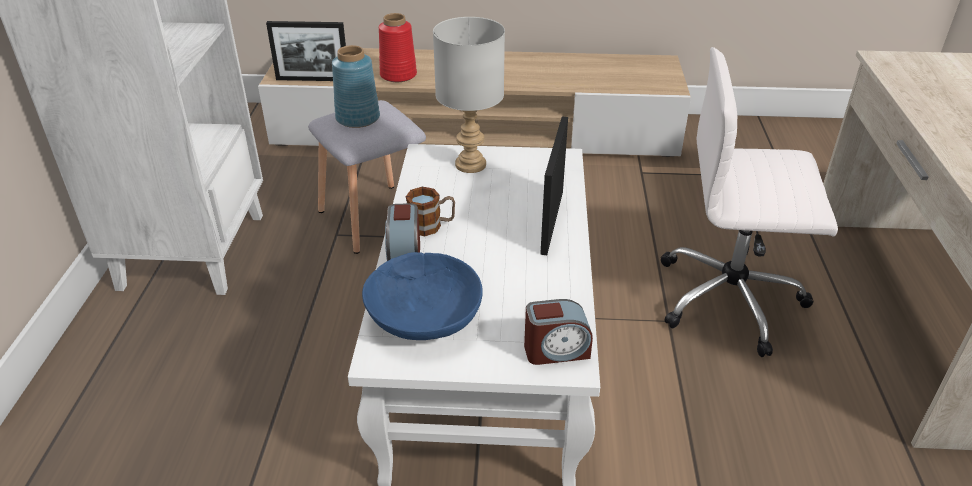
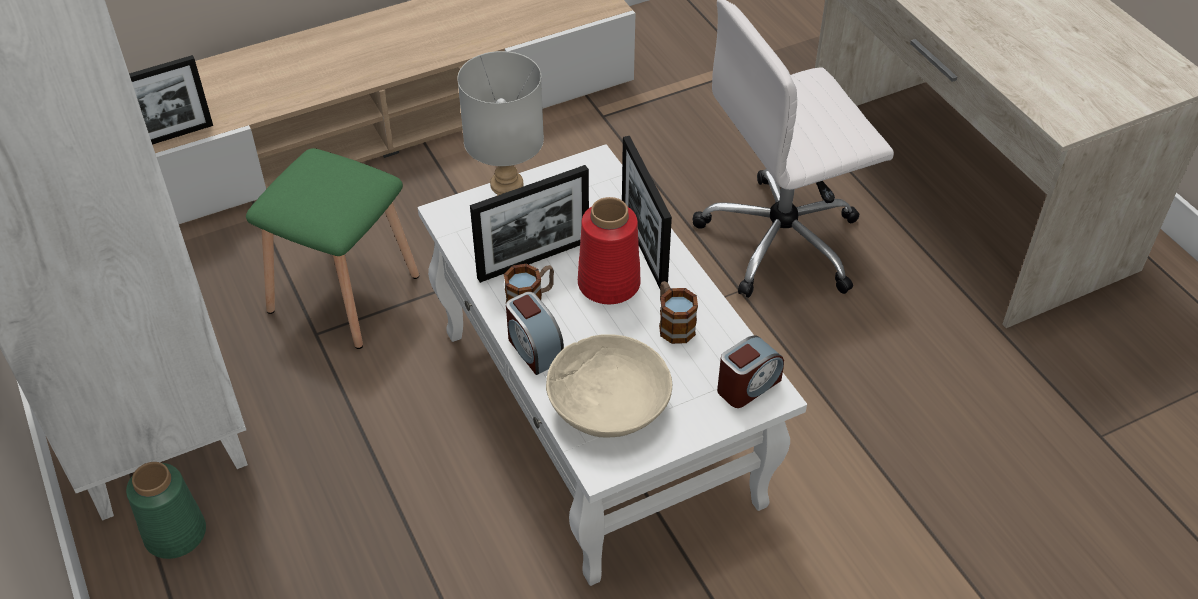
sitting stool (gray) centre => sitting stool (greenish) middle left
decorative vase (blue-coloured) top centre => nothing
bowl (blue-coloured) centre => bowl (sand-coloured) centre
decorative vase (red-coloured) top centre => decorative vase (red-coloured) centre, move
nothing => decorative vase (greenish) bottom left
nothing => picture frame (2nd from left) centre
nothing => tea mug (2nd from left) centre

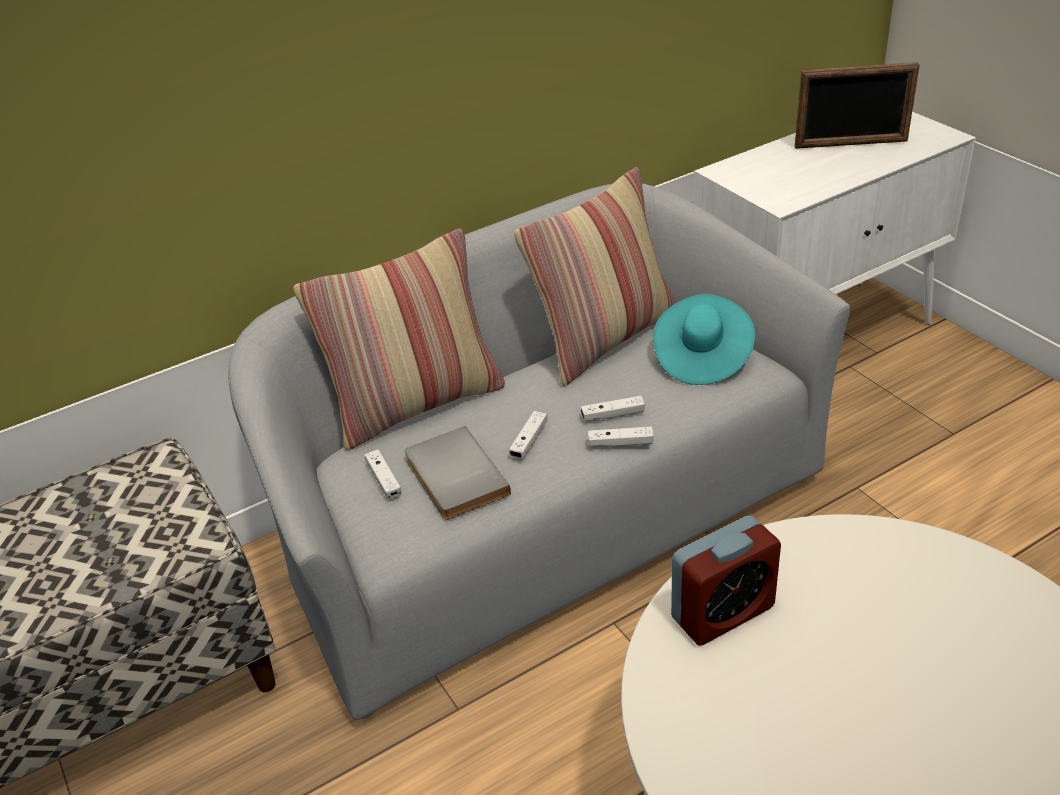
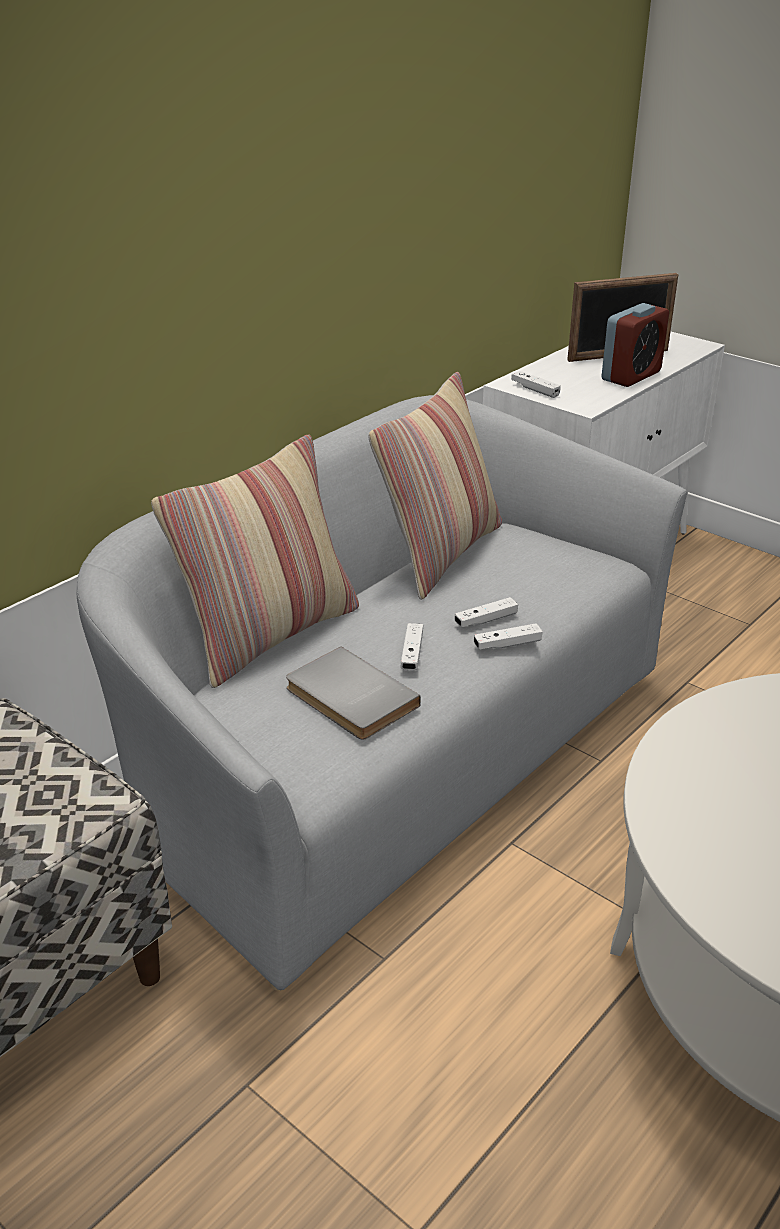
game controller (whitish) (1st from left in the first image) centre => game controller (whitish) (4th from left) top right, move
hat (blue-green) centre => nothing
bedside clock bottom right => bedside clock top right, move

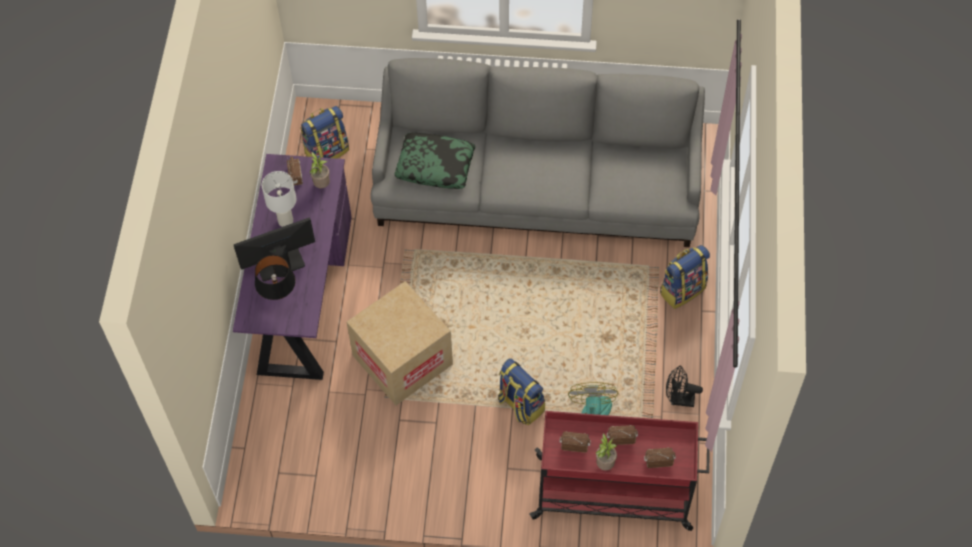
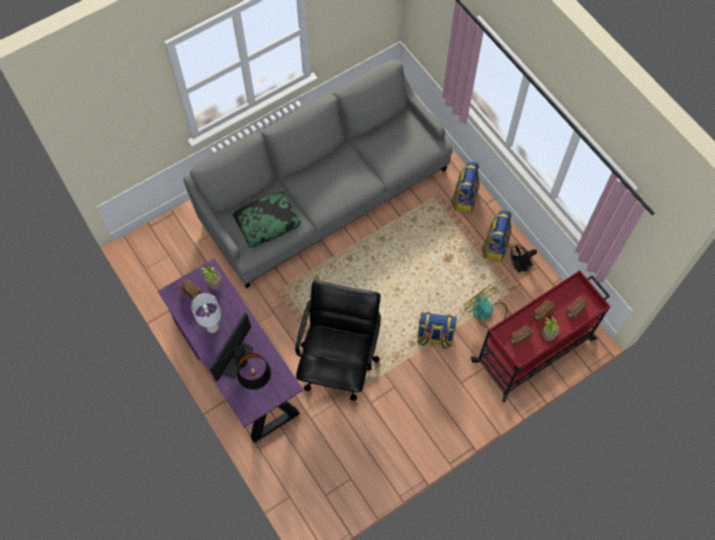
rucksack (1st from left in the first image) top centre => rucksack (3rd from left) middle right, move
carton centre => computer chair (black-coloured) centre

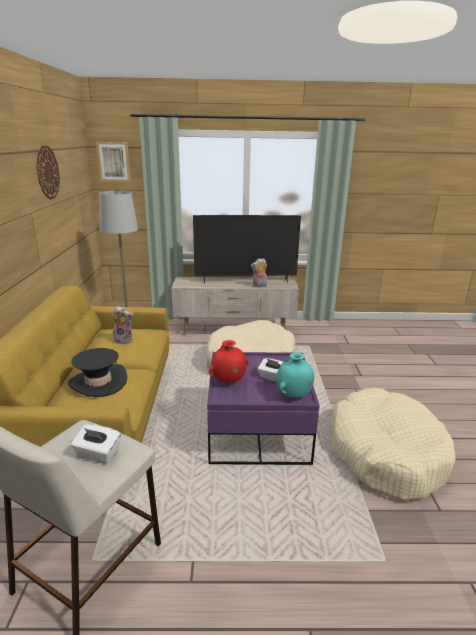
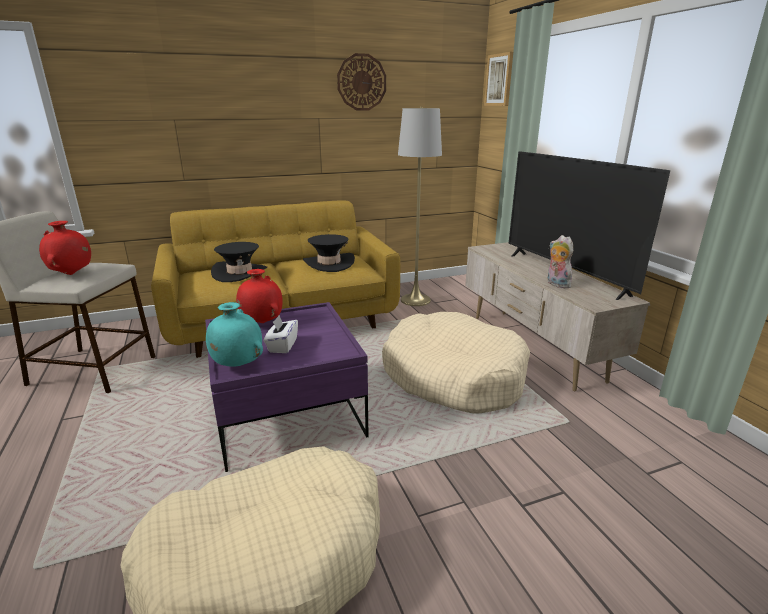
box of tissues (whitish) (1st from left) bottom left => decorative vase (red-coloured) (1st from left) middle left
cuddly toy (1st from left) middle left => hat (black-coloured) (2nd from left) centre

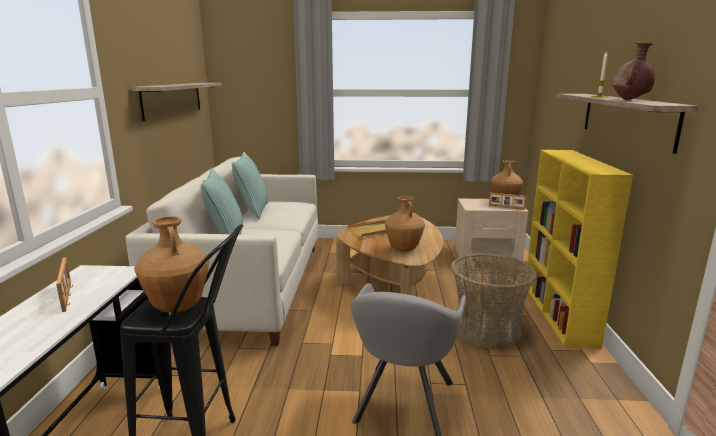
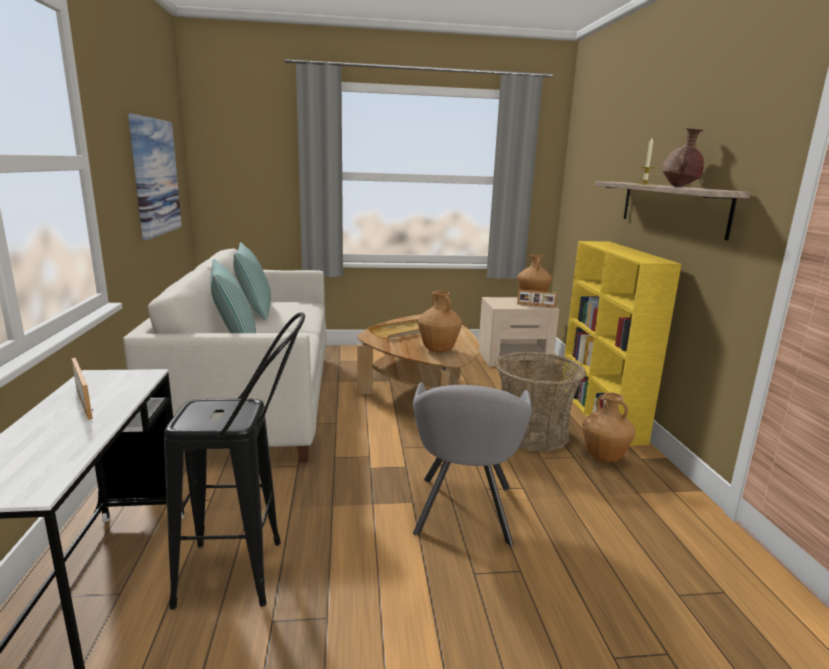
shelf (1st from left) top left => wall art top left
decorative vase (brownish) (1st from left in the first image) middle left => decorative vase (brownish) (3rd from left) middle right, move

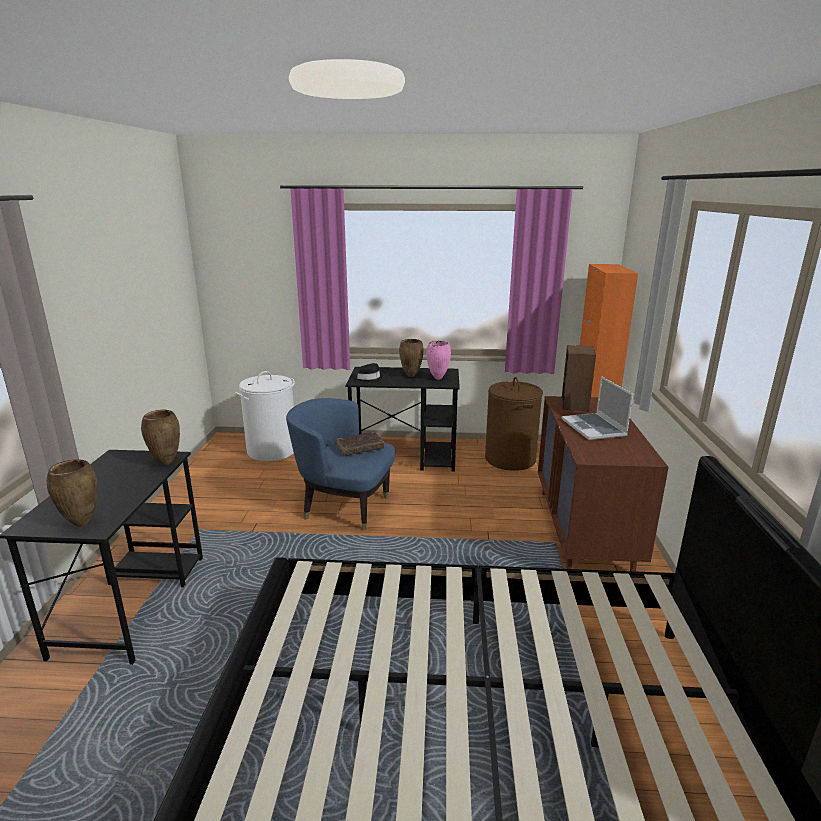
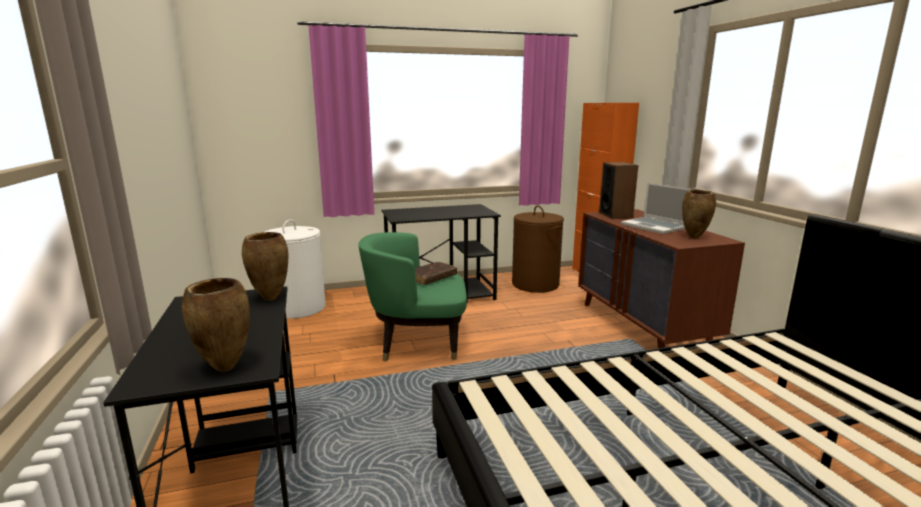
lounge chair (blue-coloured) centre => lounge chair (greenish) centre
hat (black-coloured) centre => nothing
decorative vase (brownish) (3rd from left) centre => decorative vase (brownish) (3rd from left) middle right, move
decorative vase (pinkish) centre => nothing

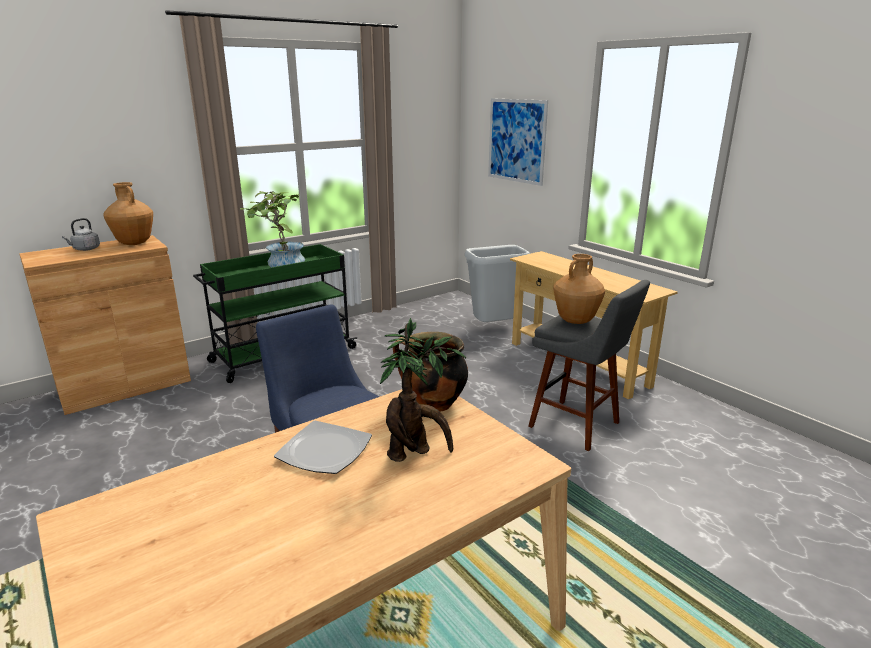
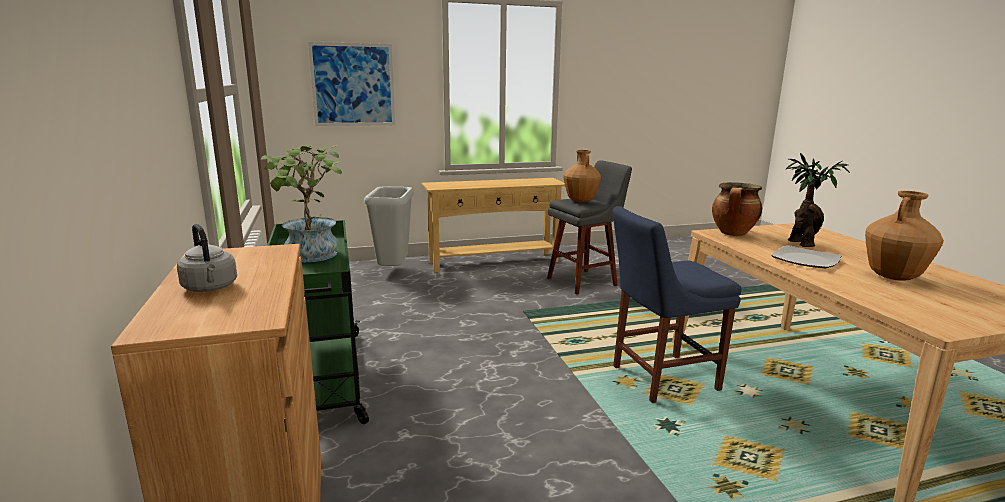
decorative vase (brownish) (1st from left in the first image) top left => decorative vase (brownish) (2nd from left) middle right, move

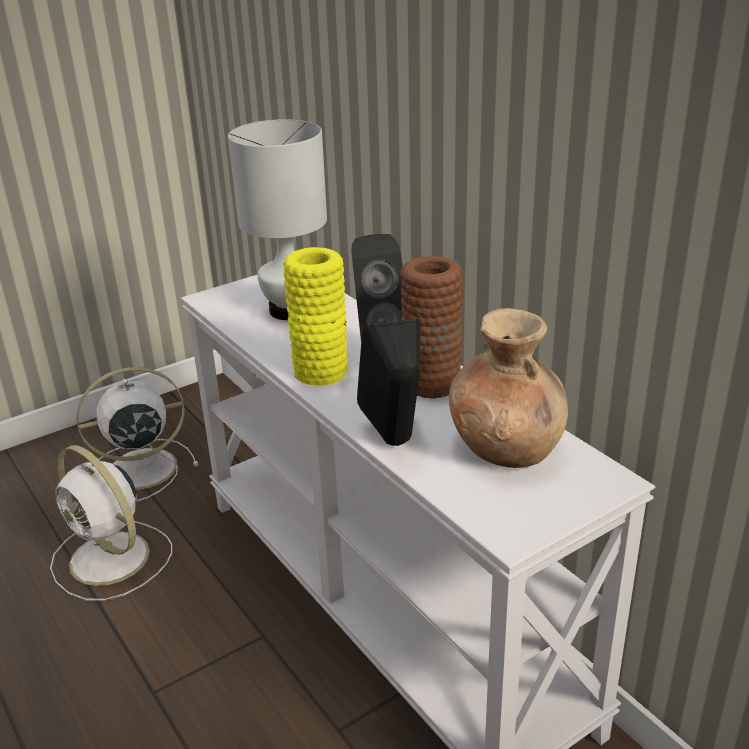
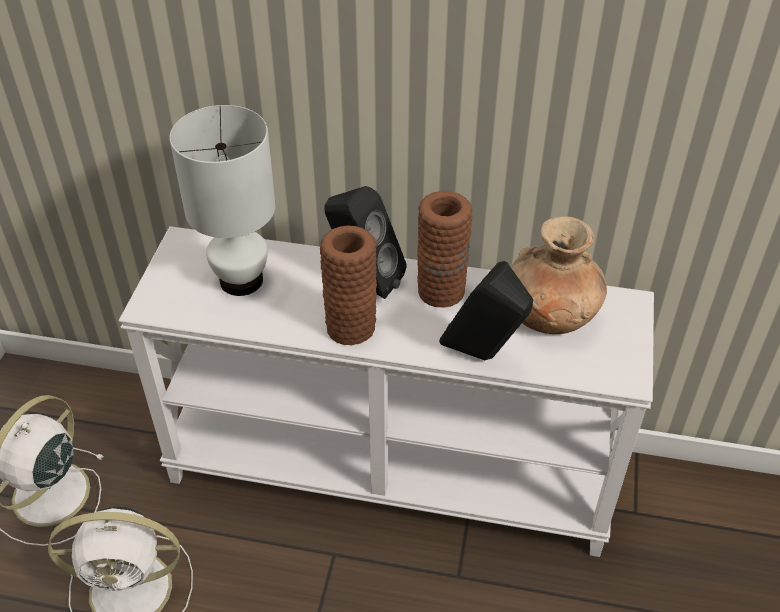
decorative vase (yellow) centre => decorative vase (brownish) (1st from left) centre

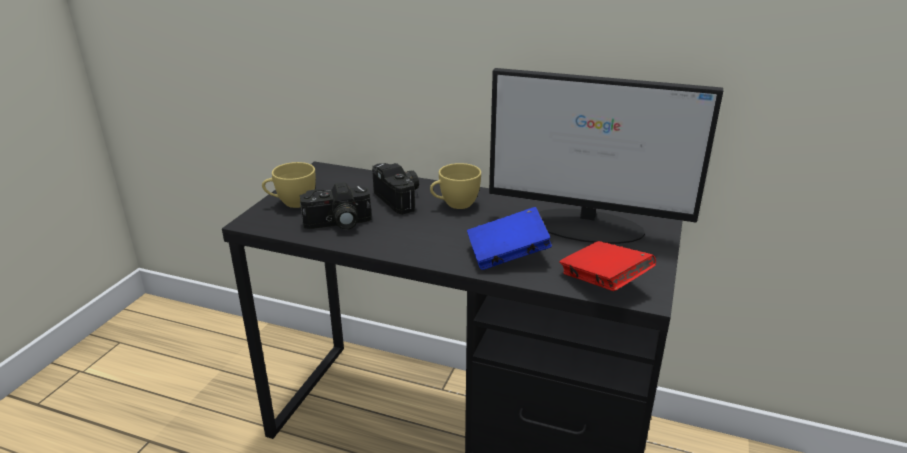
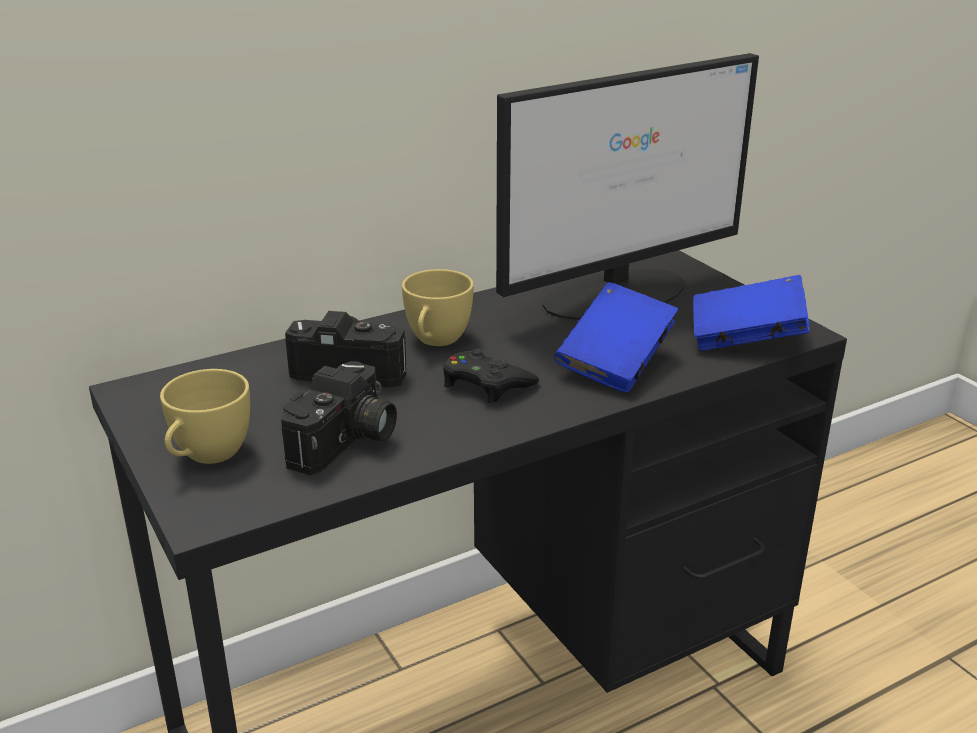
book (red-coloured) middle right => book (blue-coloured) (2nd from left) middle right
nothing => game controller (black-coloured) centre

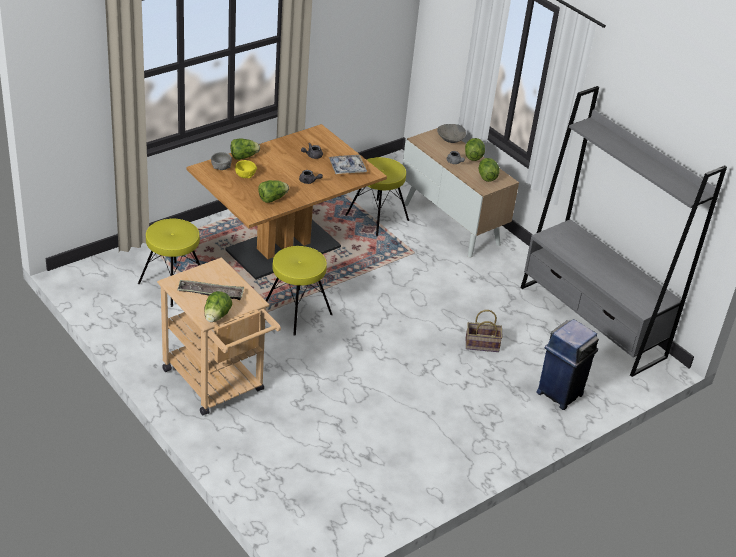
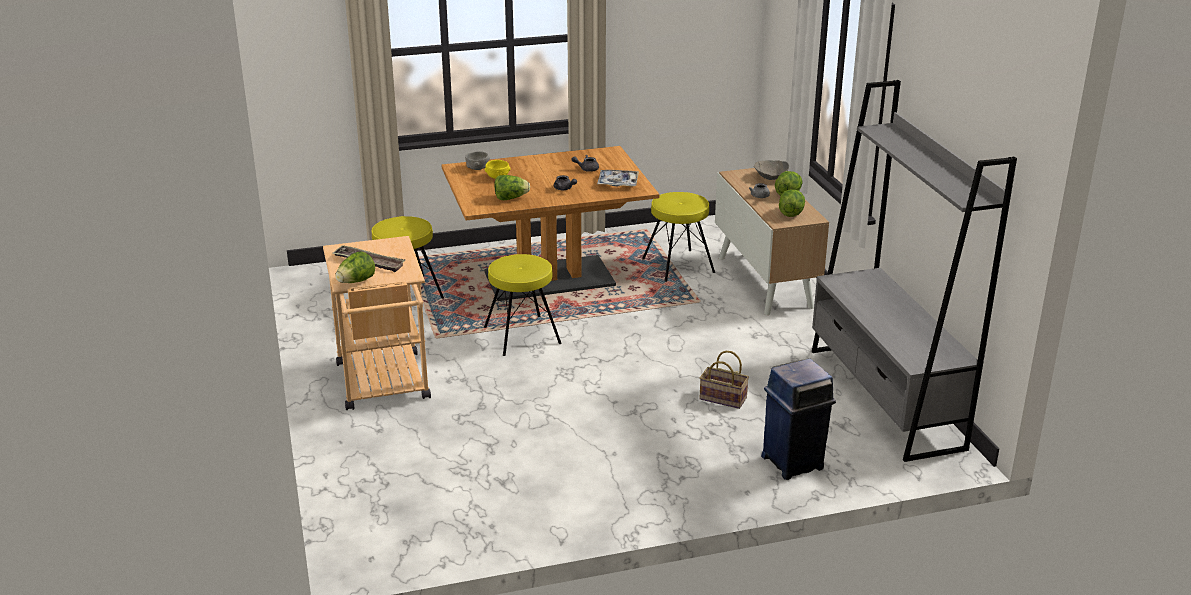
lettuce (2nd from left) top left => nothing

